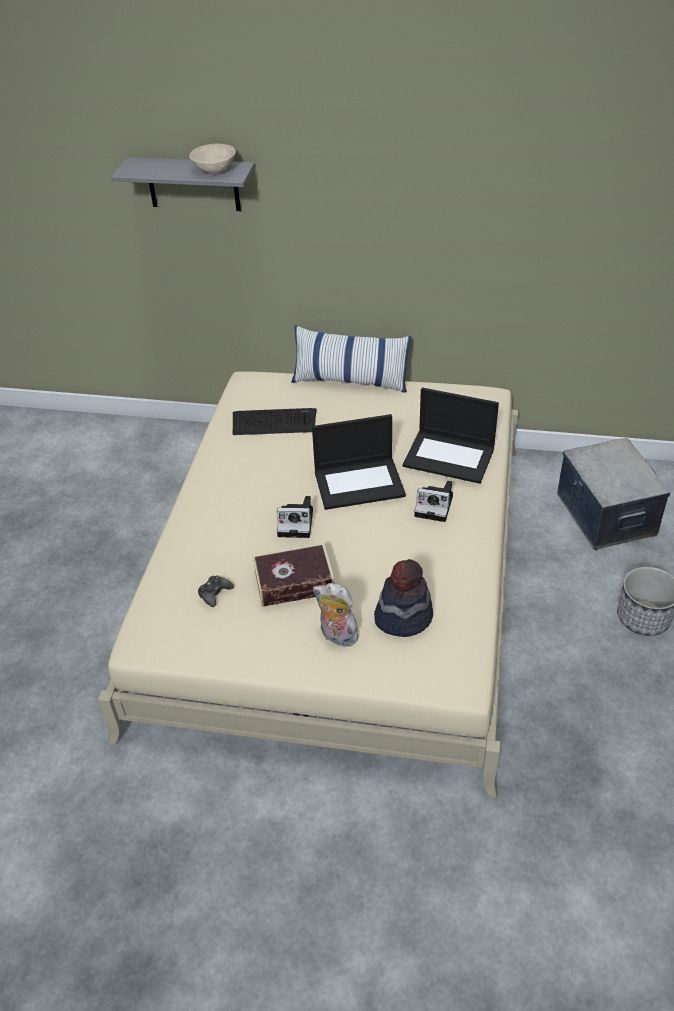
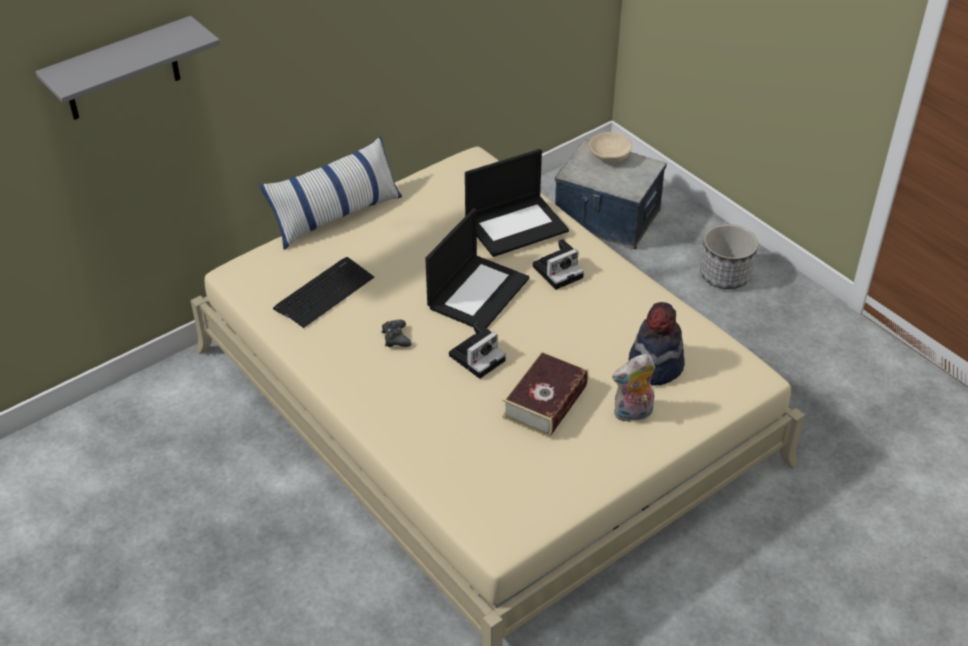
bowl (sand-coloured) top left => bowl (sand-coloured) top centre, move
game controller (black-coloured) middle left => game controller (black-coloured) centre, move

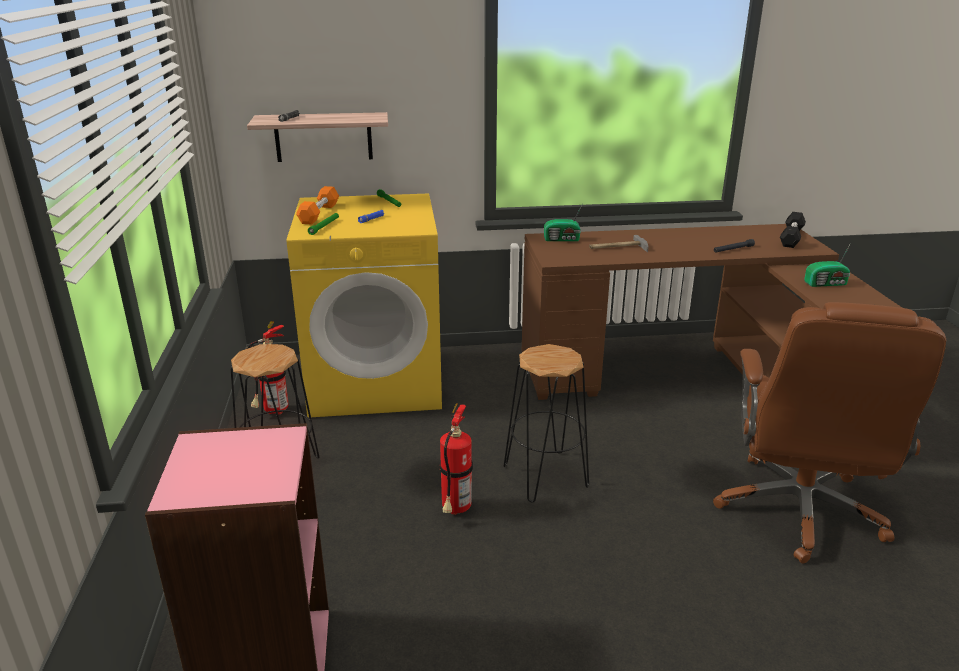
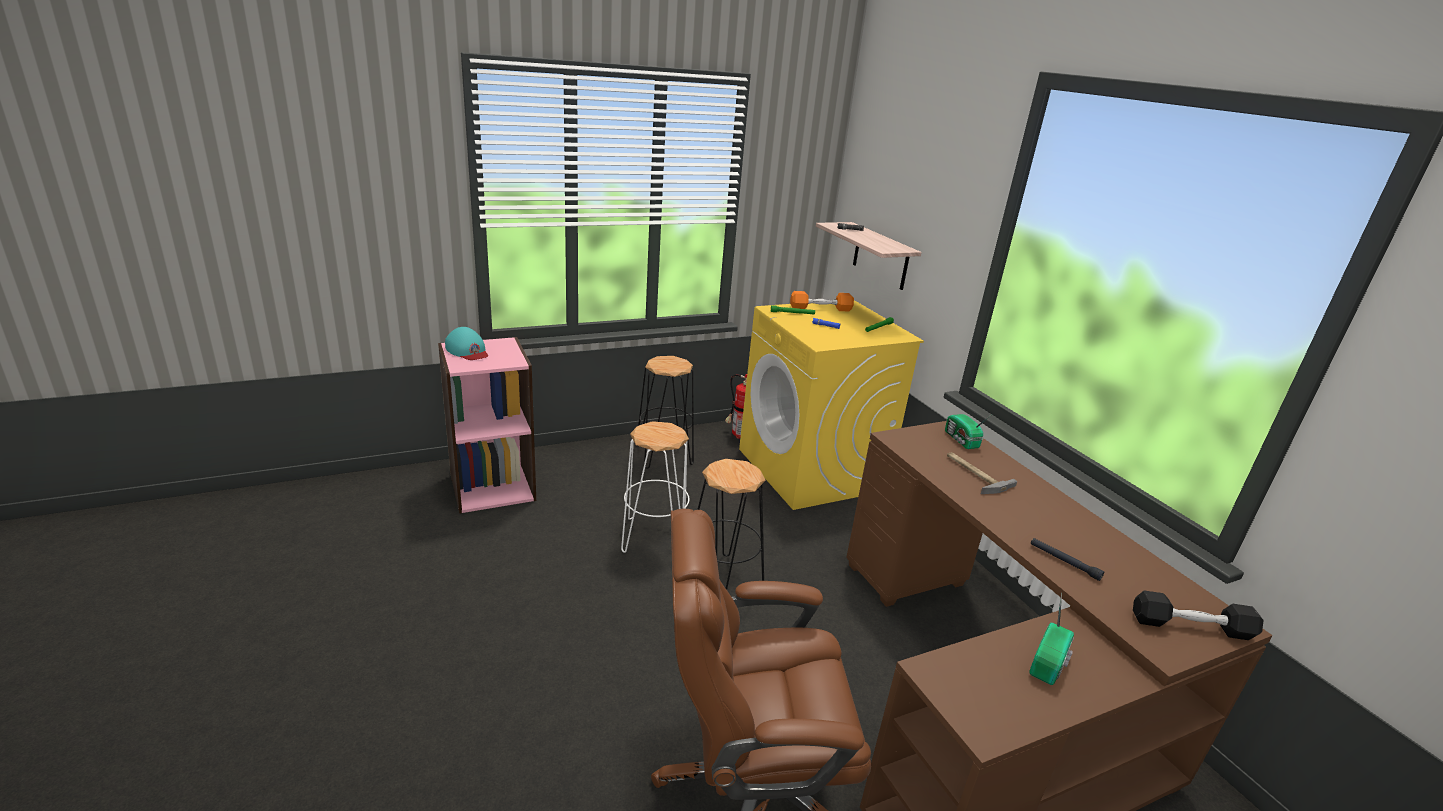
fire-fighting cylinder (2nd from left) bottom centre => sitting stool (whitish) centre
radio (2nd from left) middle right => radio (2nd from left) bottom right, 120 degrees counterclockwise
nothing => cap (blue-green) middle left

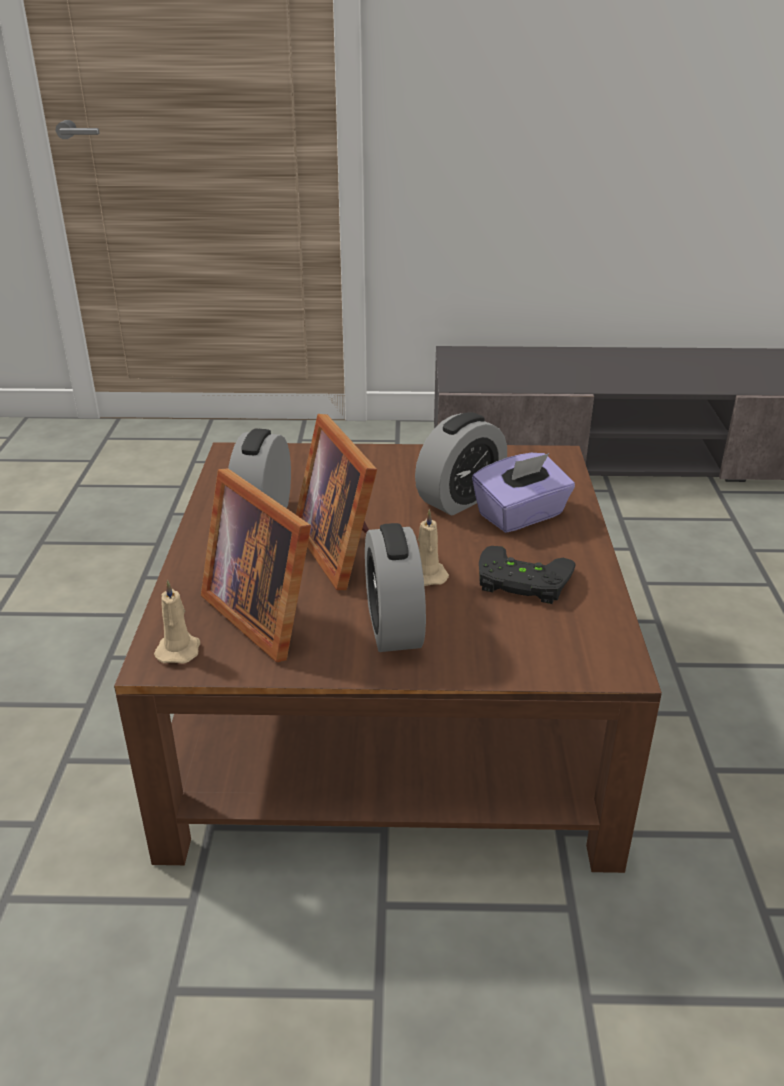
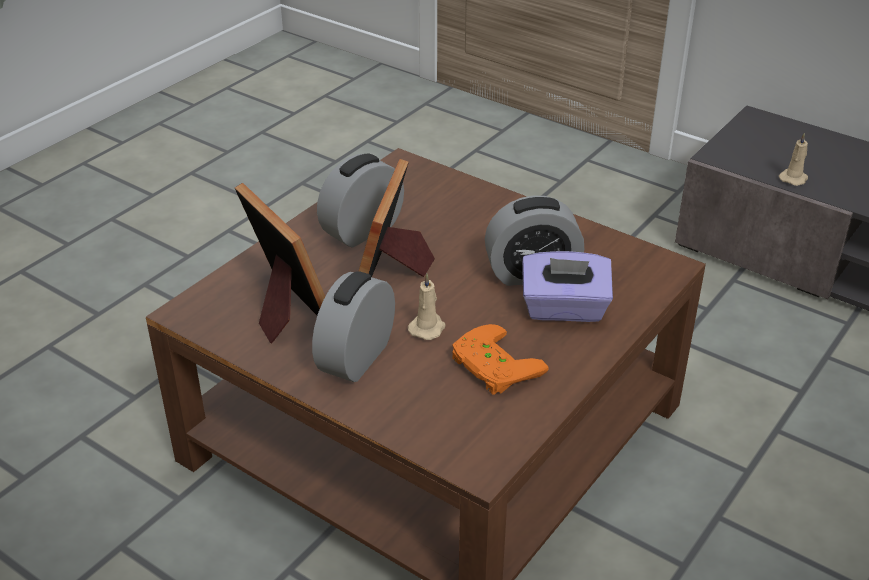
wax light (sand-coloured) (1st from left in the first image) middle left => wax light (sand-coloured) (2nd from left) top right, move
picture frame (1st from left) middle left, 150 degrees clockwise
game controller (black-coloured) middle right => game controller (orangey) centre

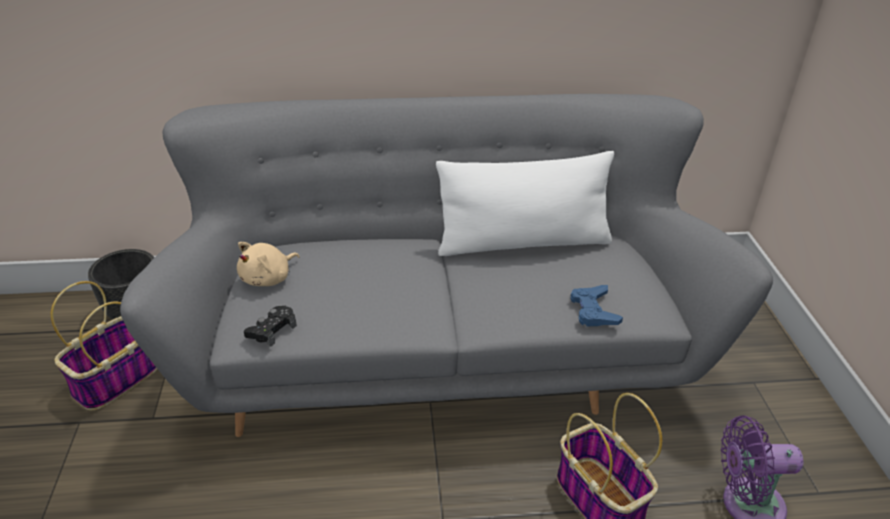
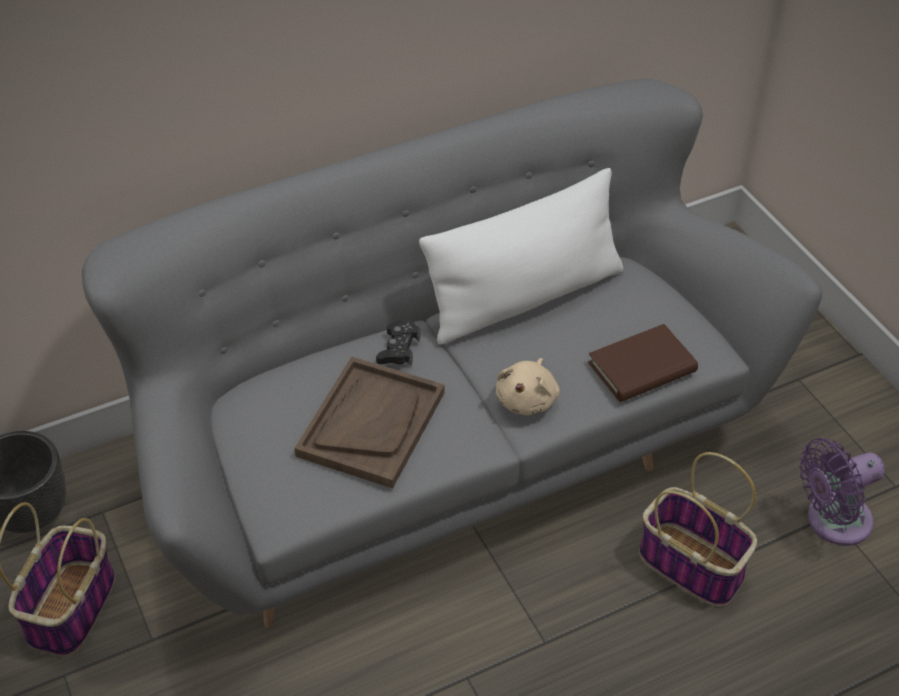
cuddly toy (sand-coloured) middle left => cuddly toy (sand-coloured) centre, move
game controller (black-coloured) middle left => game controller (black-coloured) centre, move
game controller (blue-coloured) middle right => book (brownish) middle right
nothing => carrying tray (brownish) centre

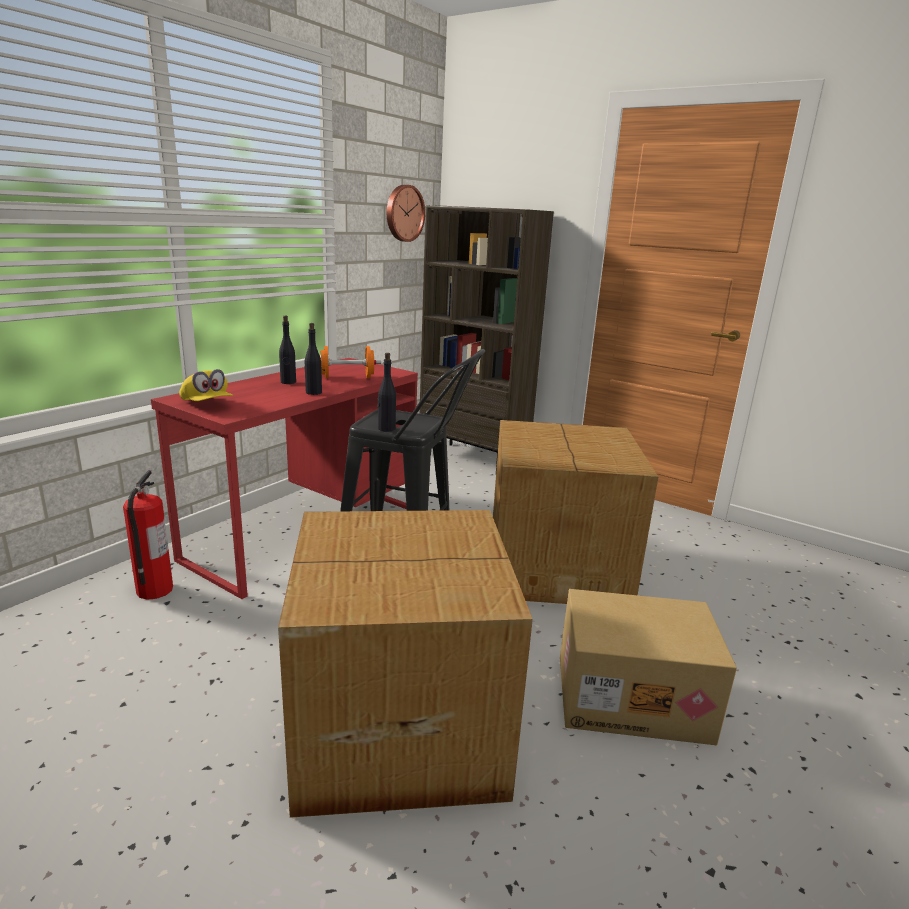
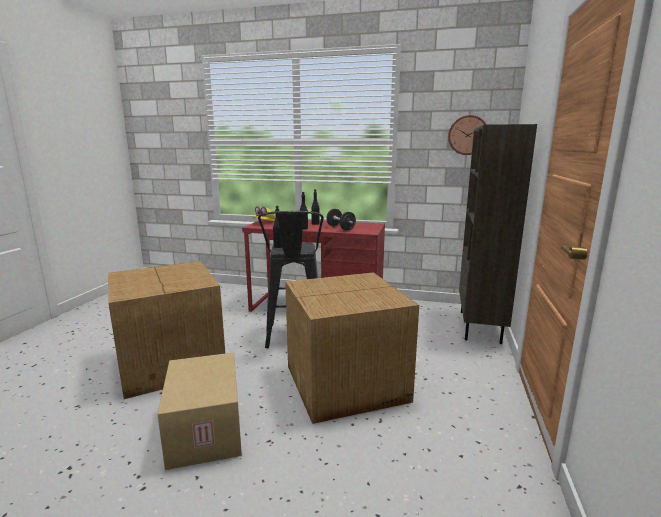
fire-fighting cylinder middle left => nothing
free weight (orangey) centre => free weight (black-coloured) centre

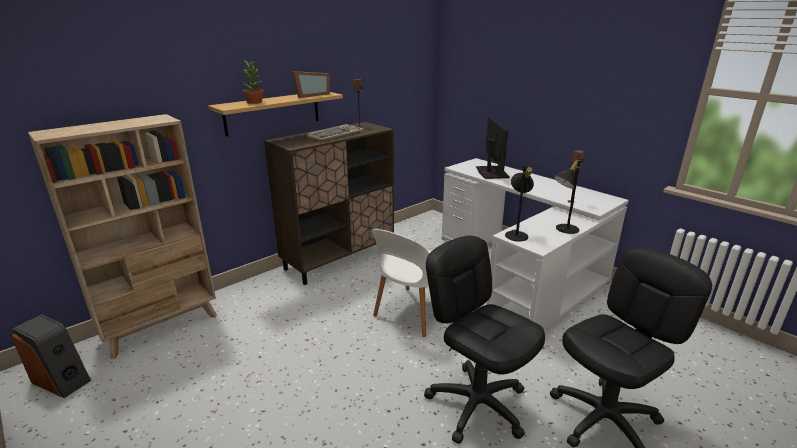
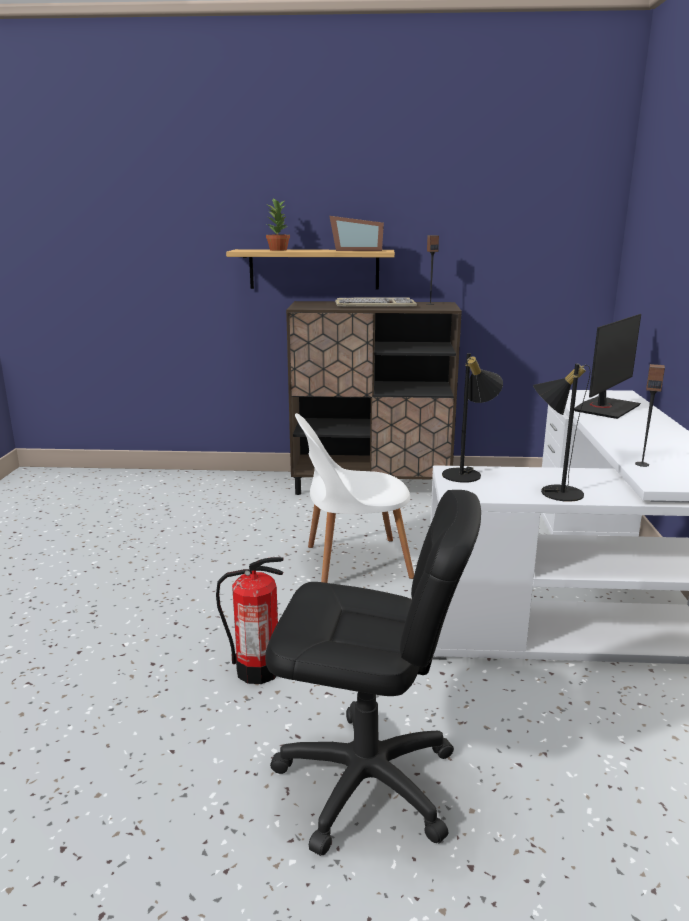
speaker (1st from left) bottom left => nothing
bookcase (sand-coloured) middle left => nothing
computer chair (black-coloured) (1st from left) bottom centre => fire-fighting cylinder bottom centre

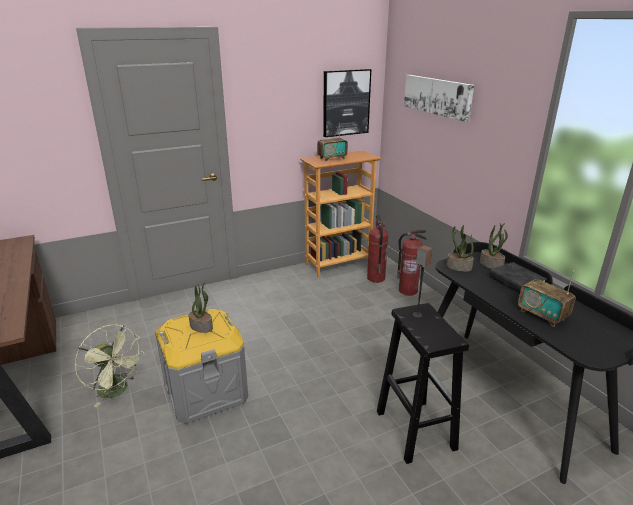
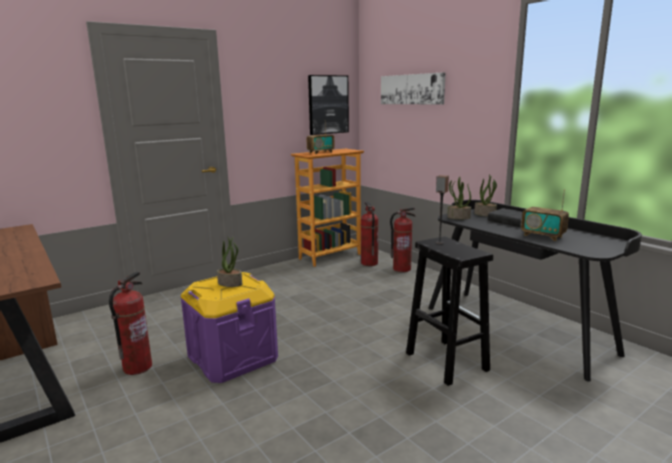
fan (greenish) bottom left => fire-fighting cylinder (1st from left) bottom left
storage box (gray) bottom left => storage box (purple) bottom centre

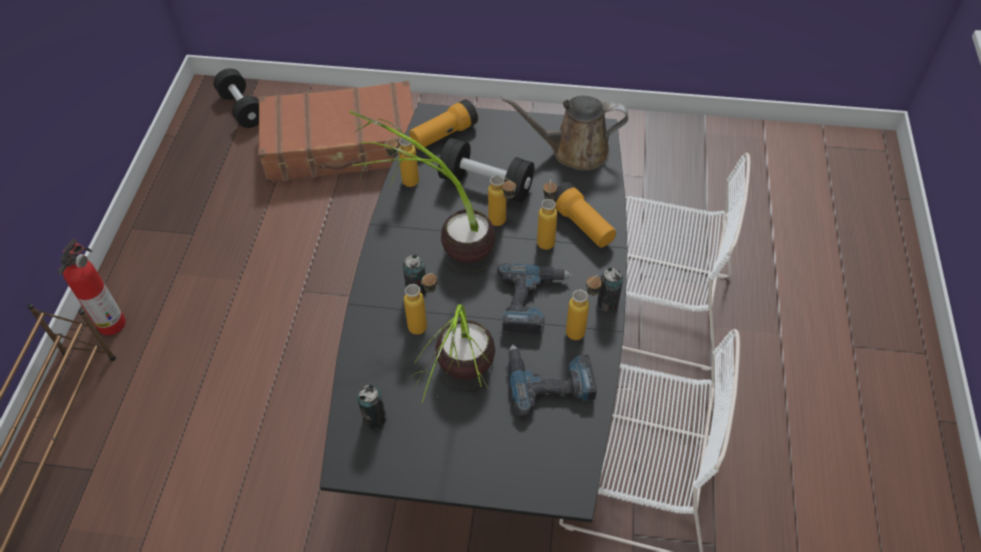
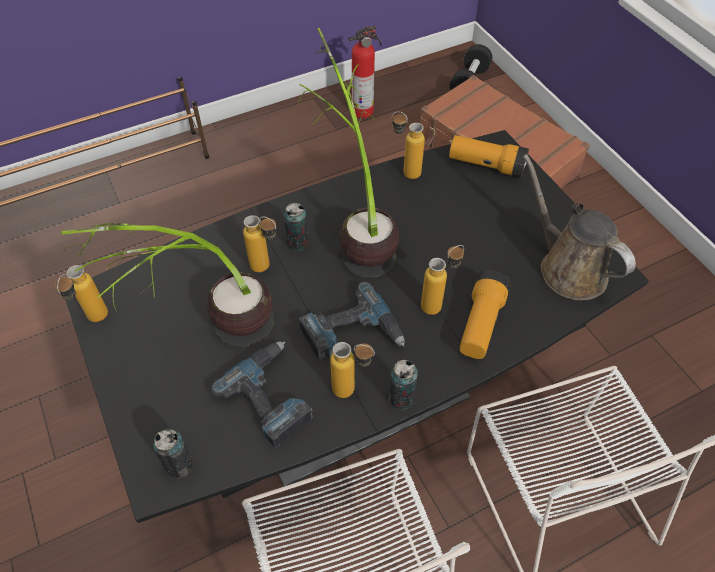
fire-fighting cylinder middle left => fire-fighting cylinder top centre, move
metal can (1st from left) bottom centre => metal can (1st from left) bottom left, move
free weight (black-coloured) (2nd from left) top centre => nothing
beverage bottle (3rd from left in the first image) centre => beverage bottle (1st from left) middle left, move

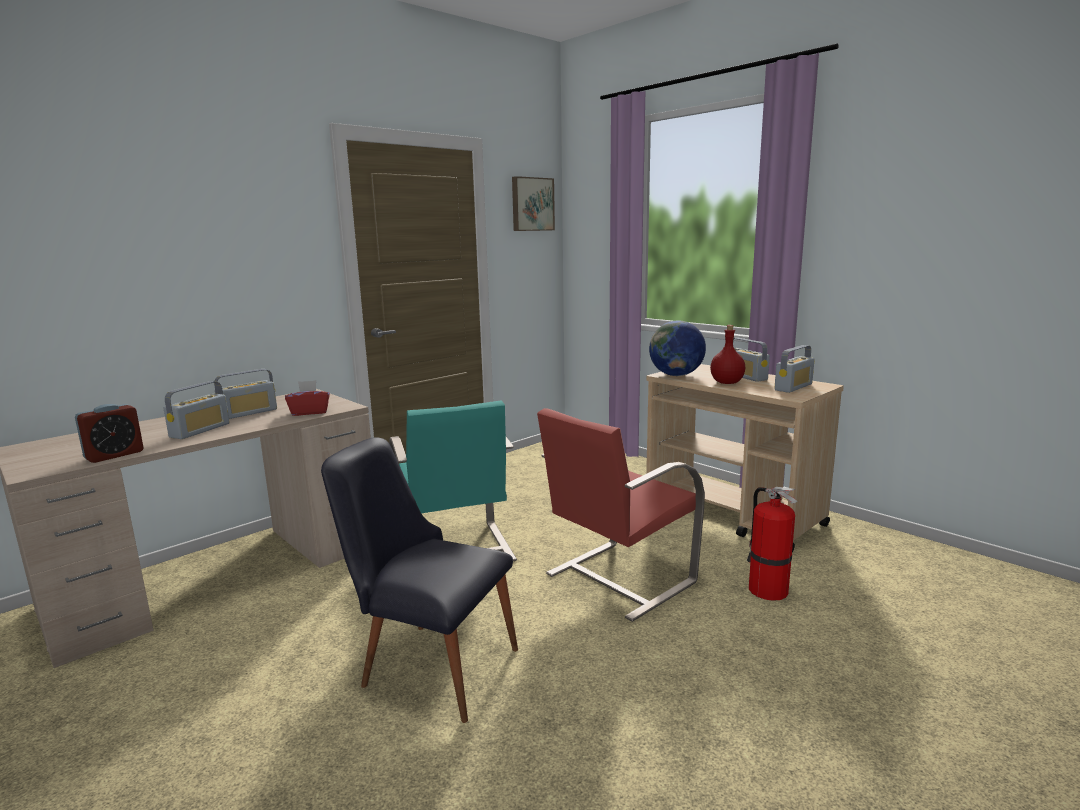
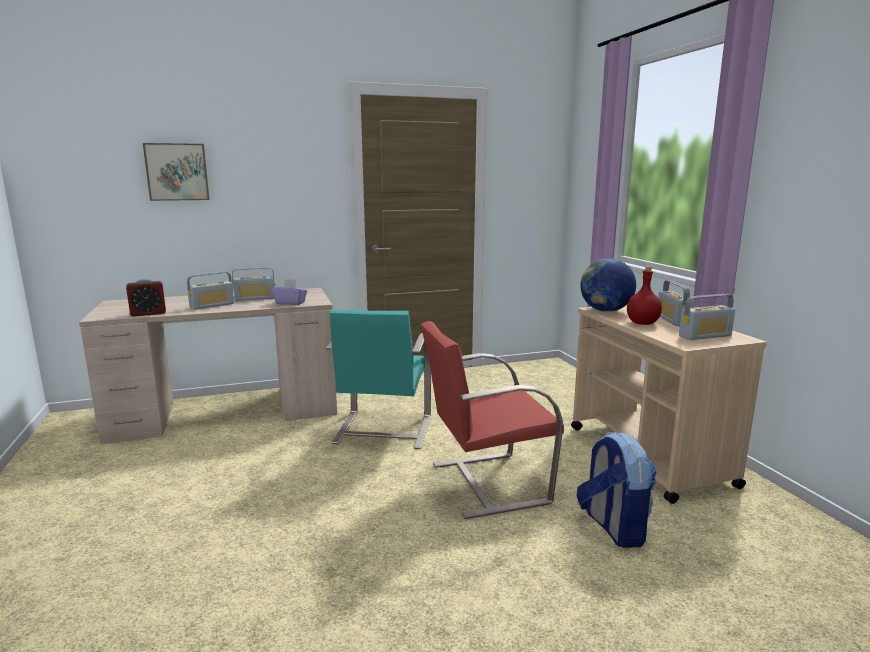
box of tissues (red-coloured) middle left => box of tissues (purple) middle left
upright chair (black-coloured) bottom centre => nothing
wall art top centre => wall art top left, move
fire-fighting cylinder bottom right => rucksack bottom right

